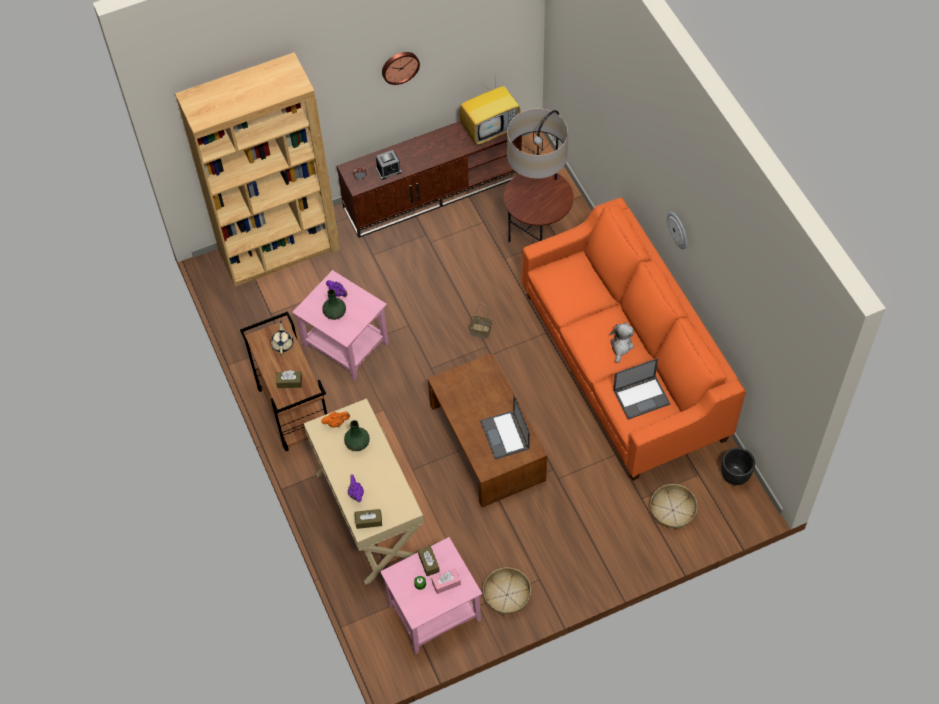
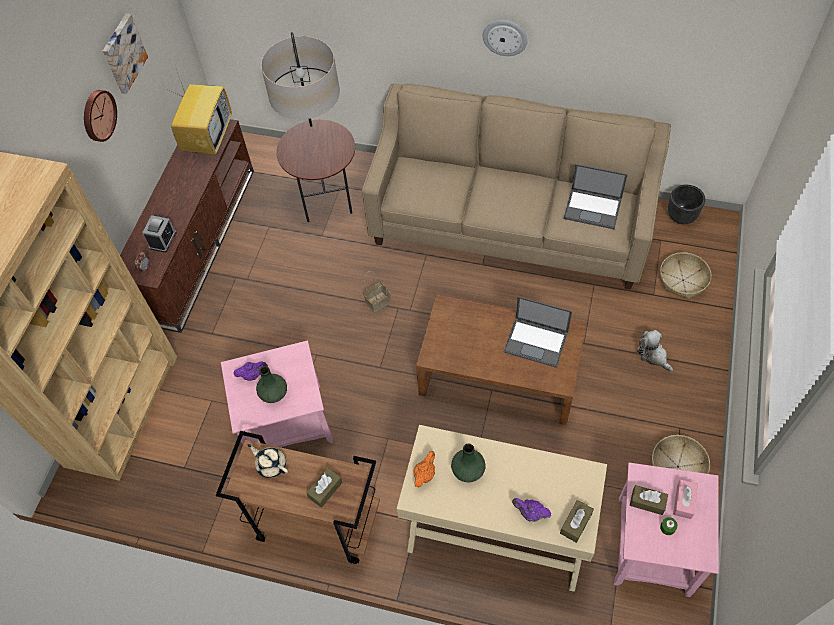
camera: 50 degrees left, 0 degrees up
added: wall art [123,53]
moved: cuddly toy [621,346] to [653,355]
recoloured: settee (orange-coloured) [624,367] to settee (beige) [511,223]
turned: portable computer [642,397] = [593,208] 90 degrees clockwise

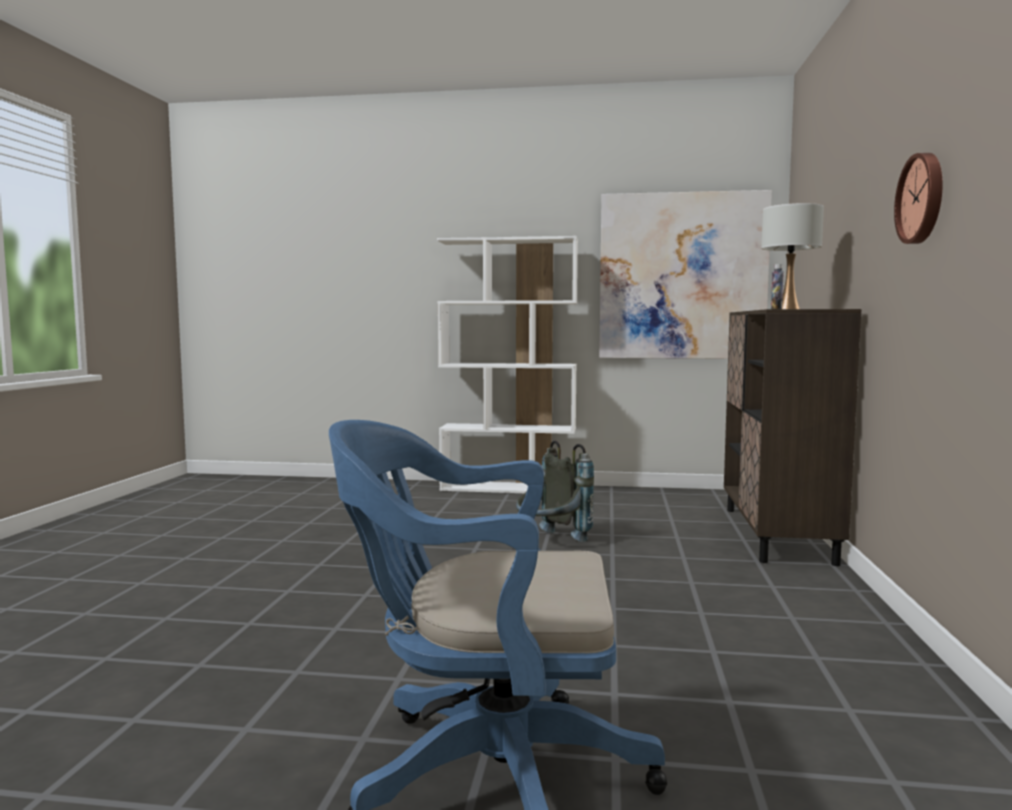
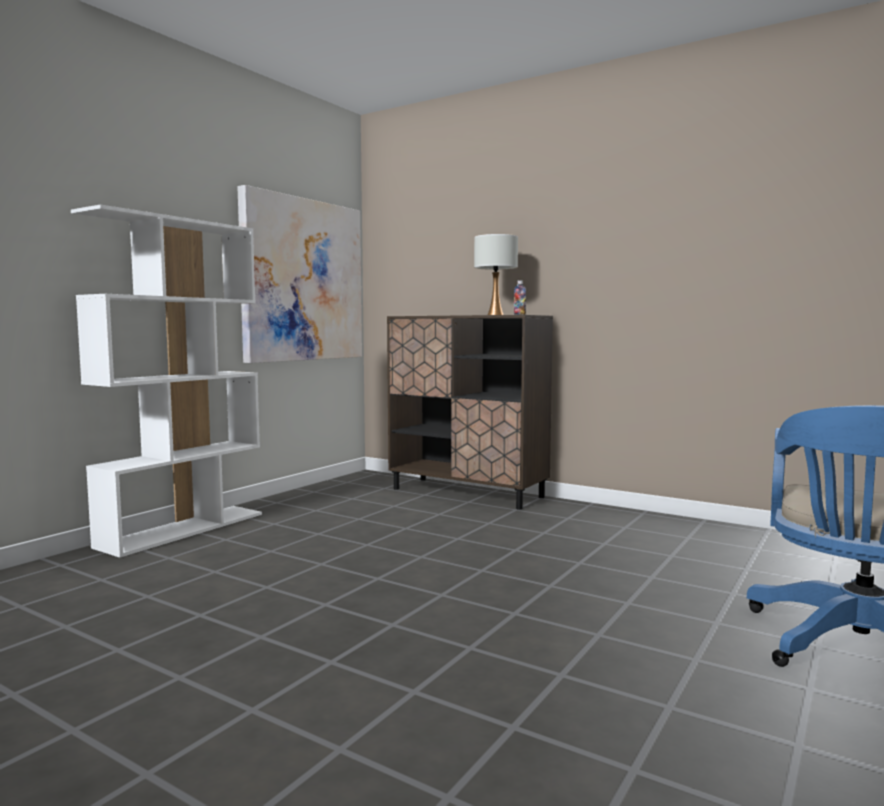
camera: 65 degrees left, 0 degrees up
removed: rucksack (greyish) [551,540]; clock on the wall [922,198]

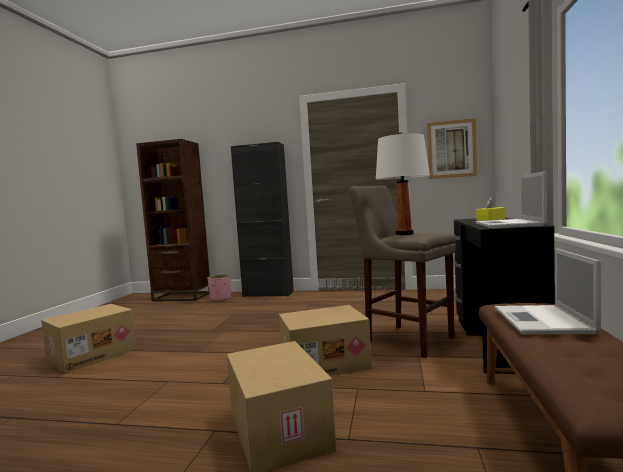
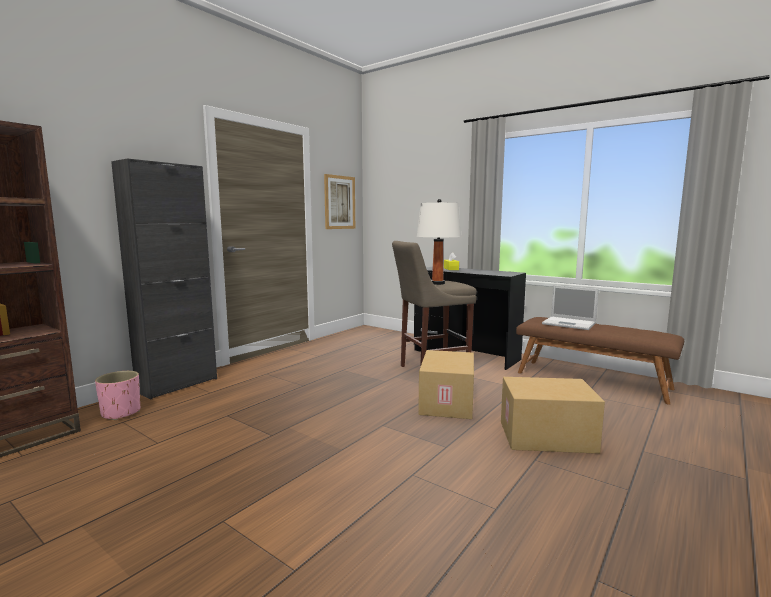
camera: 65 degrees left, 5 degrees up
removed: carton [92,355]; portable computer [509,224]

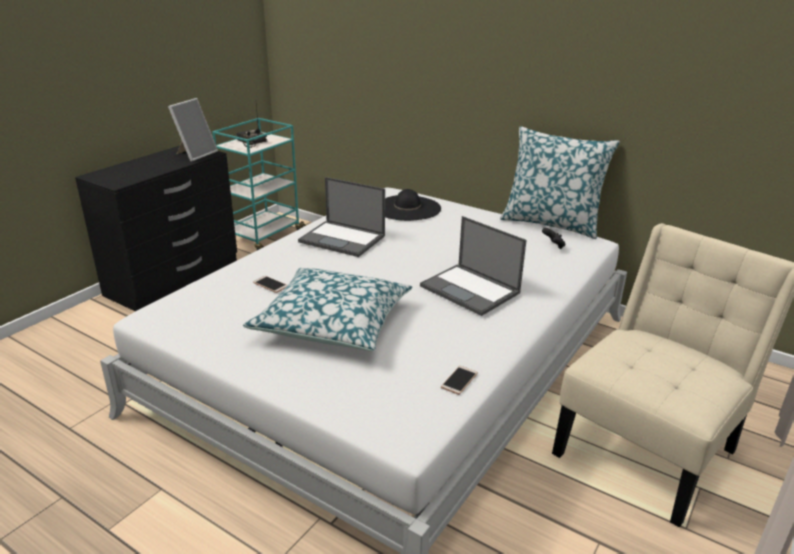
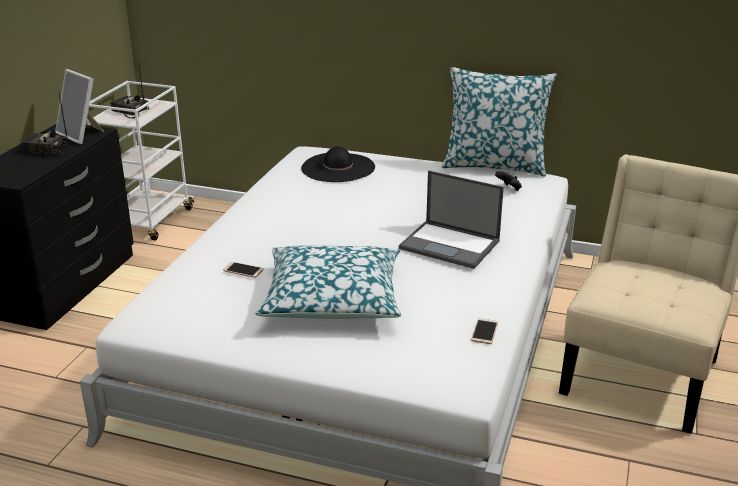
camera: 15 degrees left, 0 degrees up
removed: portable computer [343,239]
added: radio set [45,150]
recoloured: cart (turquoise) [263,237] to cart (white-coloured) [148,221]
turned: picture frame [195,154] = [82,135] 120 degrees clockwise

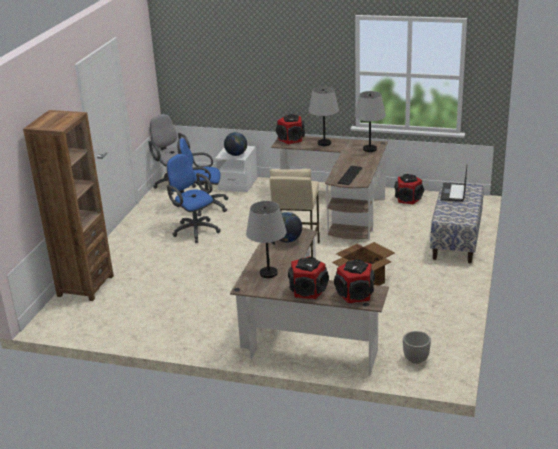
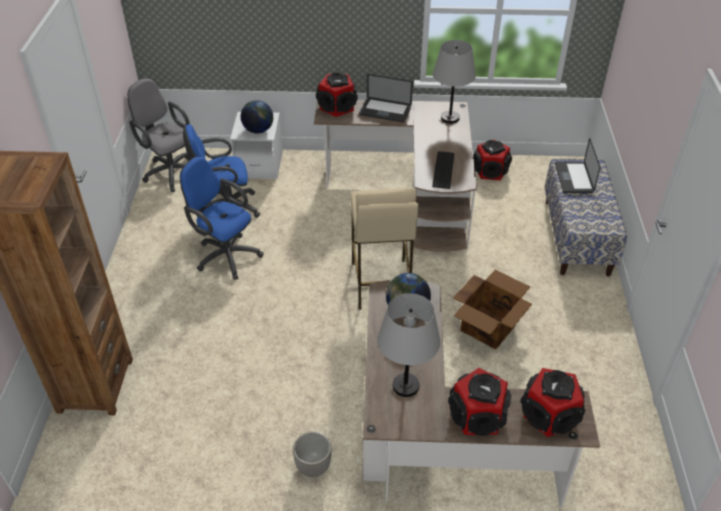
camera: 15 degrees left, 15 degrees up
moved: flower pot [416,359] to [314,467]
replaced: tabletop lamp (greyish) [324,143] to portable computer [385,111]

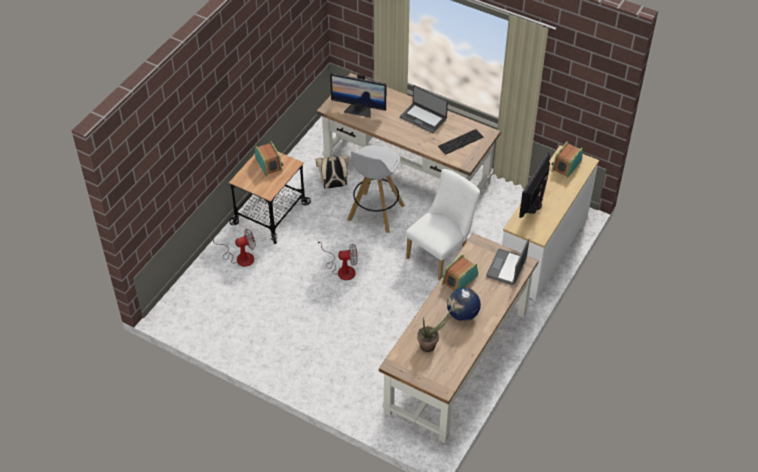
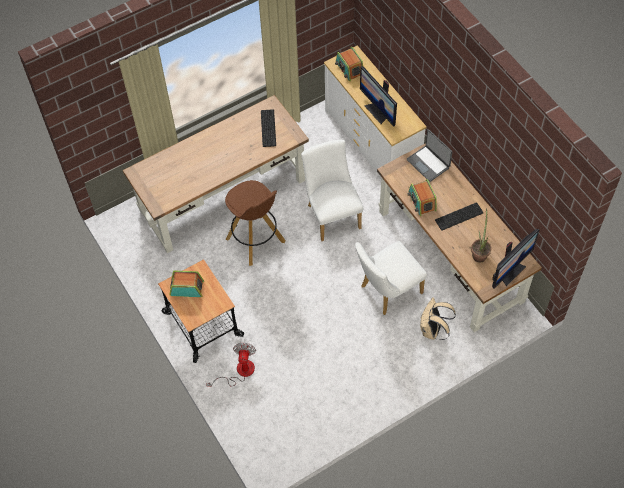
camera: 60 degrees left, 10 degrees up
removed: electric fan [342,269]; portable computer [423,118]
added: plain chair (white-coloured) [387,291]
moved: rucksack (beige) [334,185] to [432,330]; monitor [359,110] to [510,271]
replaced: desk globe [462,314] to PC keyboard [460,217]
recoloured: stool seat (white-coloured) [375,213] to stool seat (brown) [256,241]

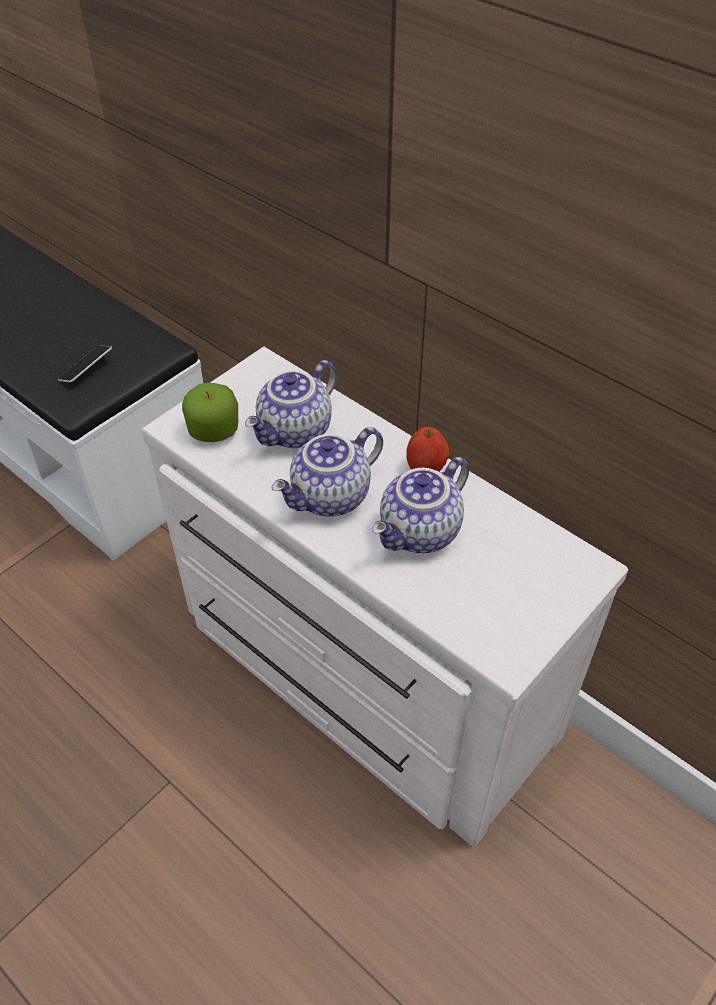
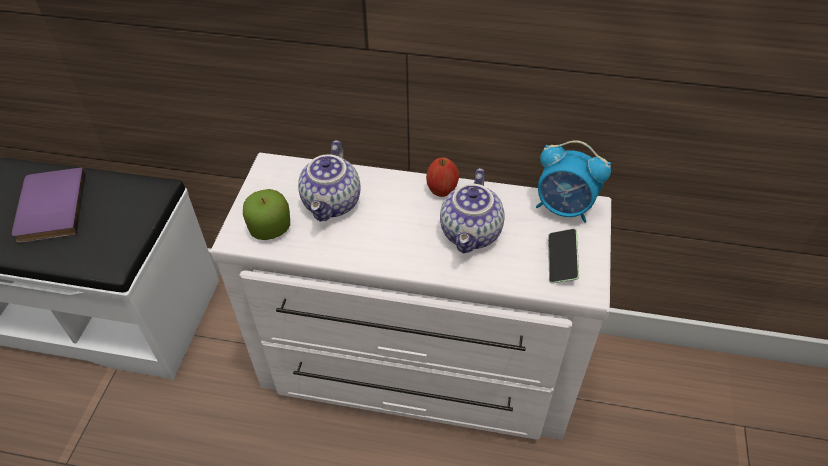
camera: 30 degrees left, 0 degrees up
removed: pot for tea [331,498]
added: bound book (purplish) [49,208]; alarm clock [564,208]
moved: handset [87,370] to [561,261]

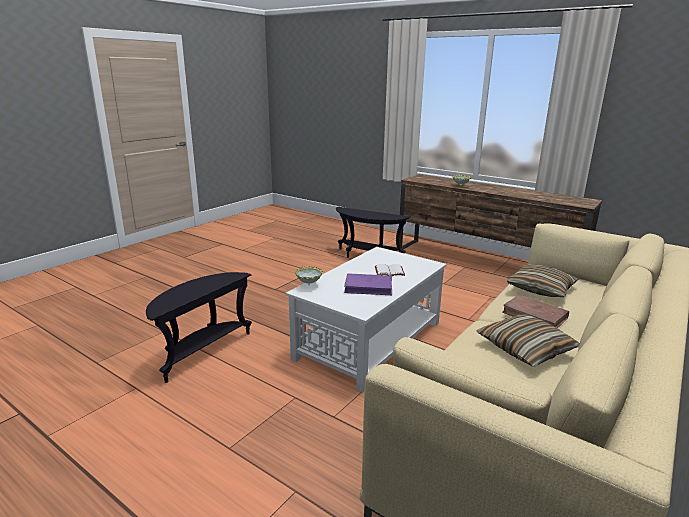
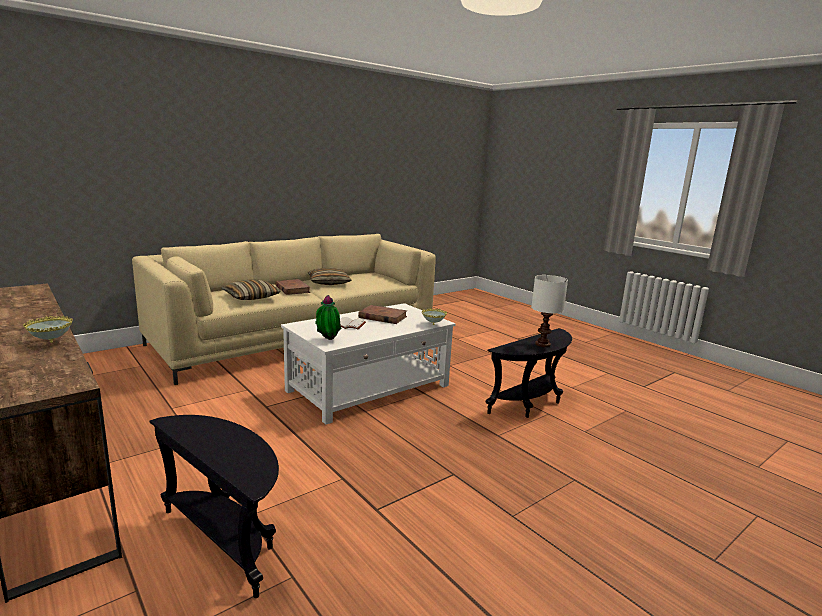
camera: 165 degrees left, 5 degrees down
added: plant in a pot [327,340]; tabletop lamp (white-coloured) [542,344]
recoloured: bound book (purplish) [369,287] to bound book (brown) [382,317]

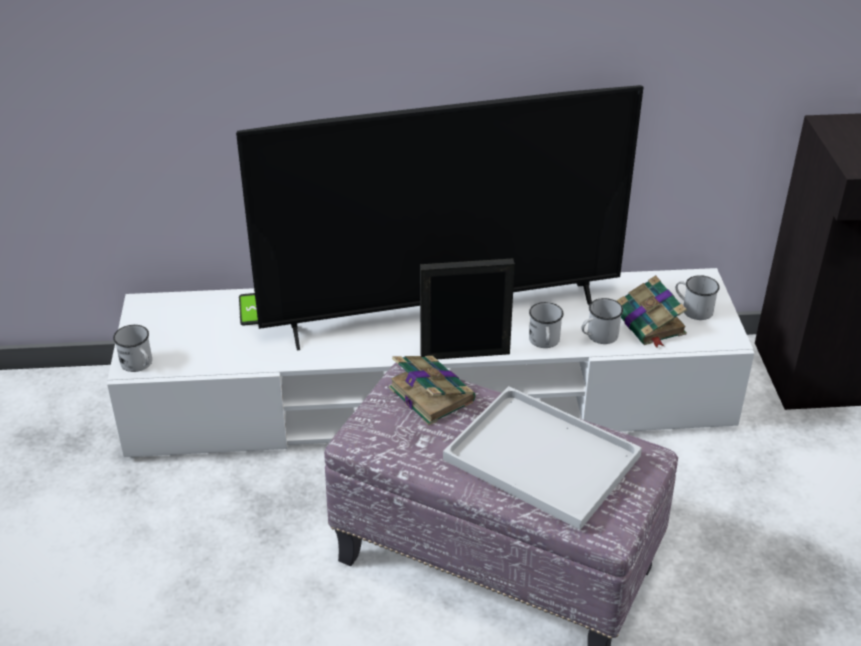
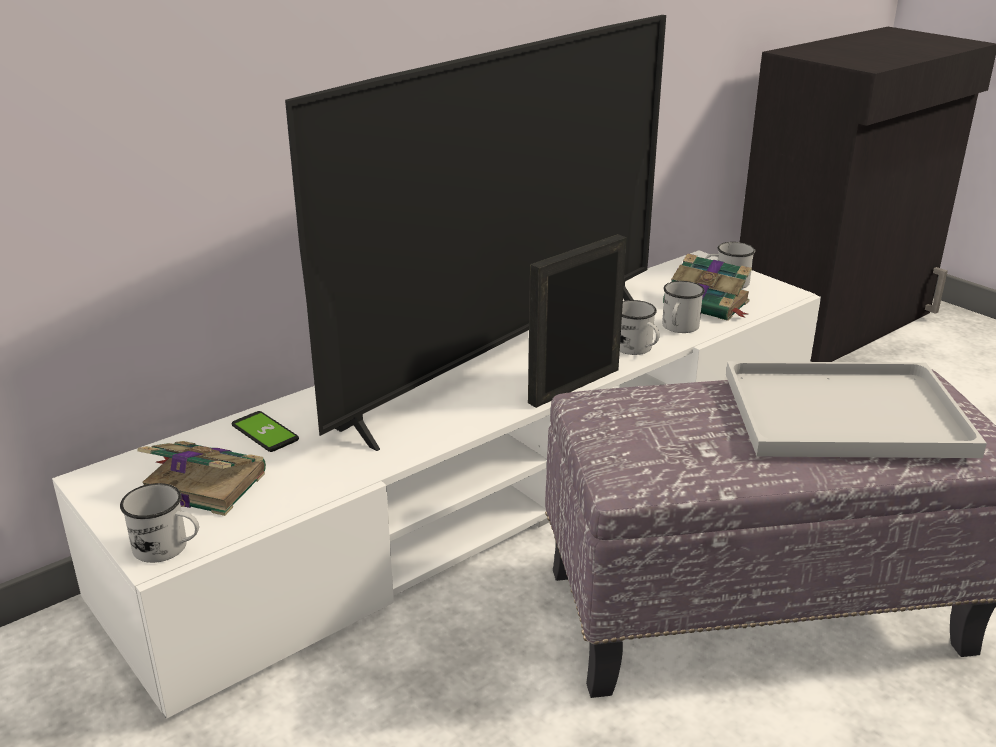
camera: 35 degrees left, 10 degrees down
moved: bound book [430,393] to [202,484]

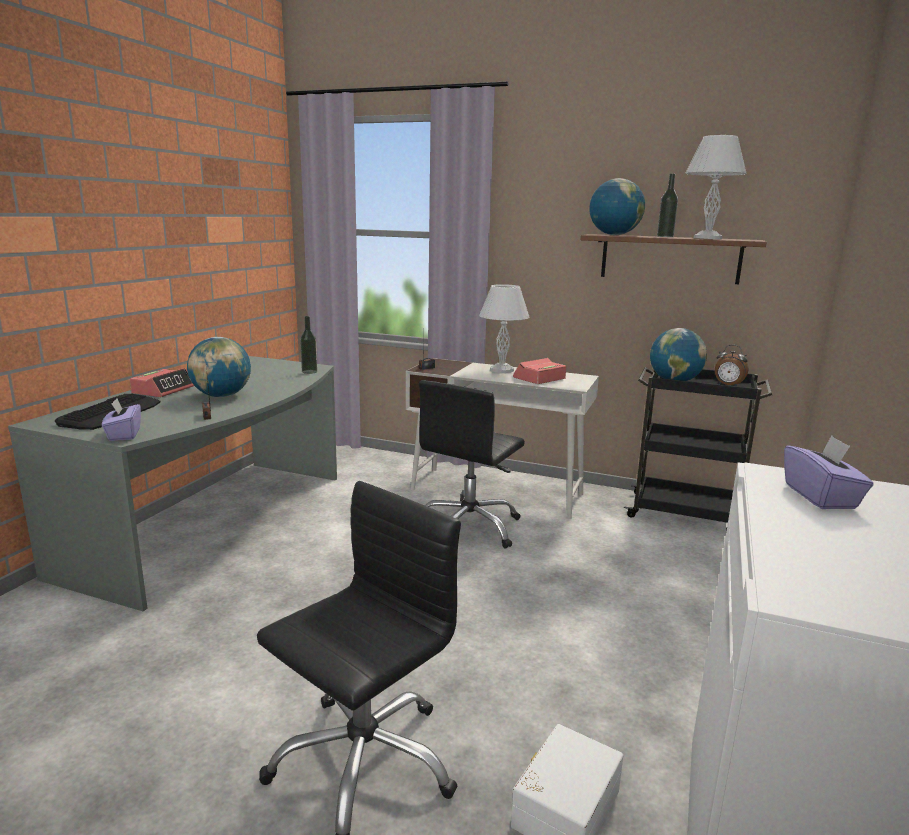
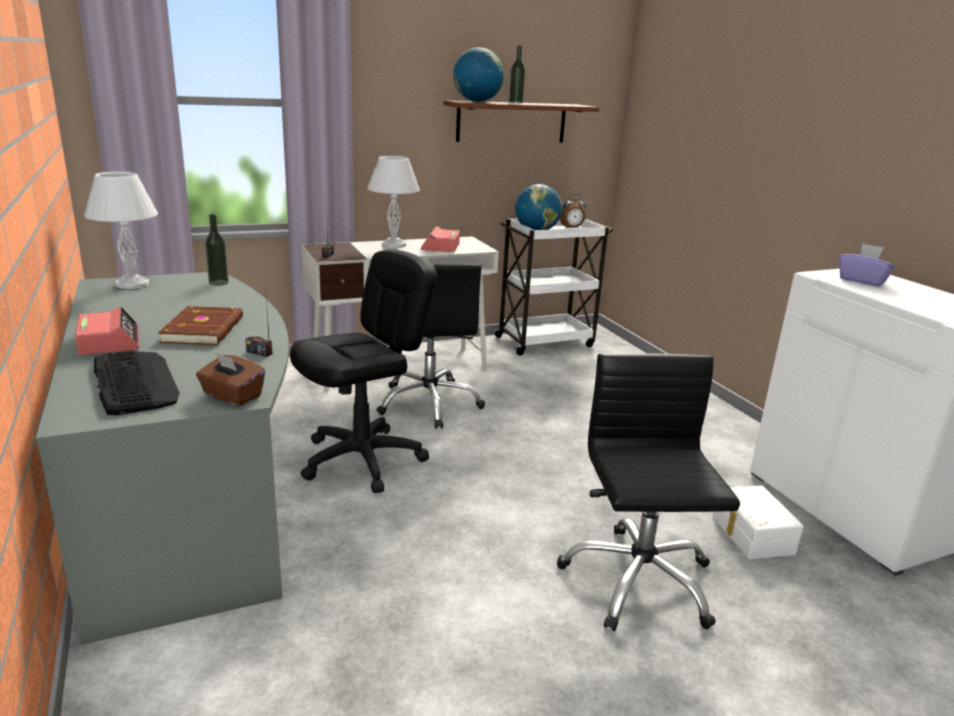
camera: 45 degrees left, 5 degrees up
added: office chair (blackish) [363,459]
moved: tabletop lamp (white-coloured) [706,238] to [131,284]
replaced: desk globe [221,396] to bound book (brown) [205,329]
recoloured: tissue holder (purplish) [124,434] to tissue holder (brown) [232,396]; cart (blackish) [685,513] to cart (white-coloured) [546,341]

